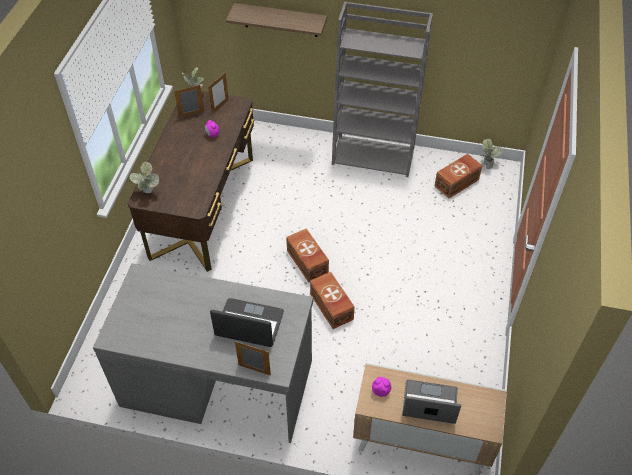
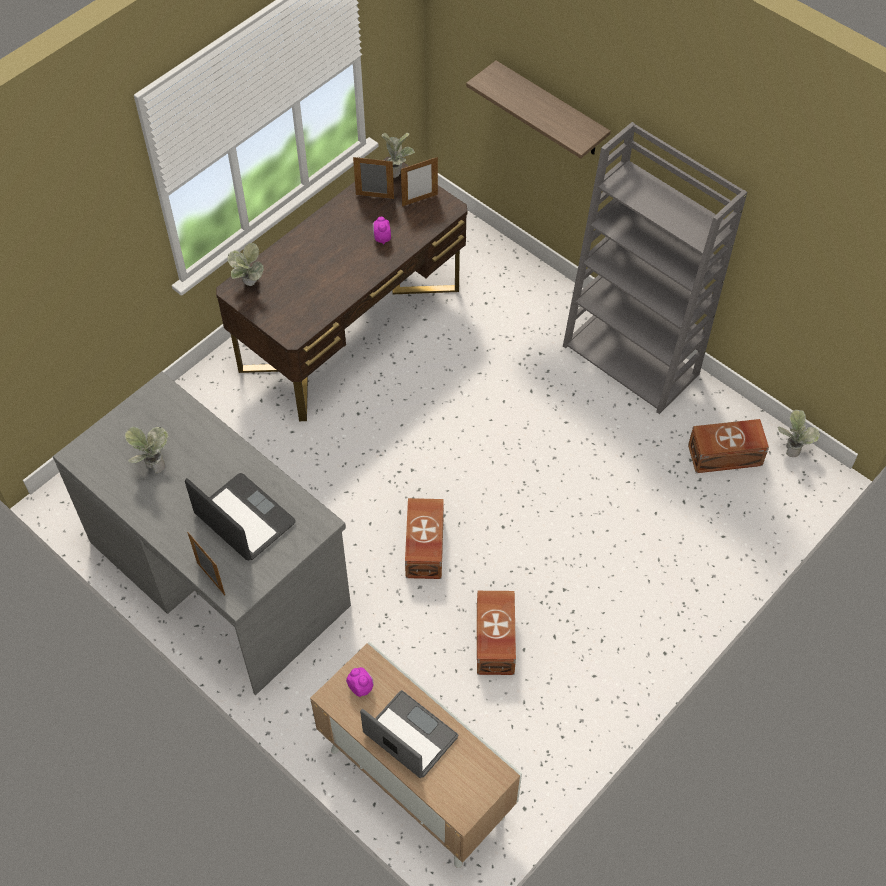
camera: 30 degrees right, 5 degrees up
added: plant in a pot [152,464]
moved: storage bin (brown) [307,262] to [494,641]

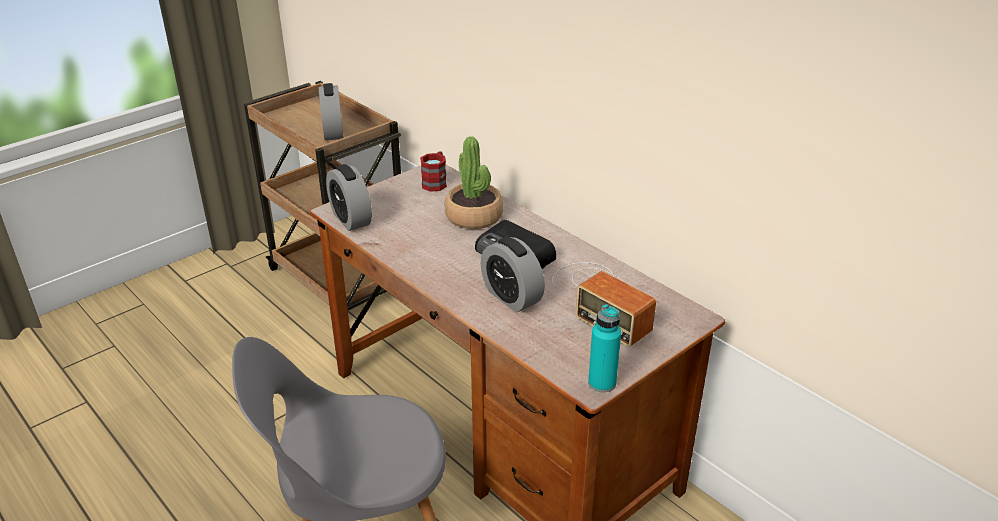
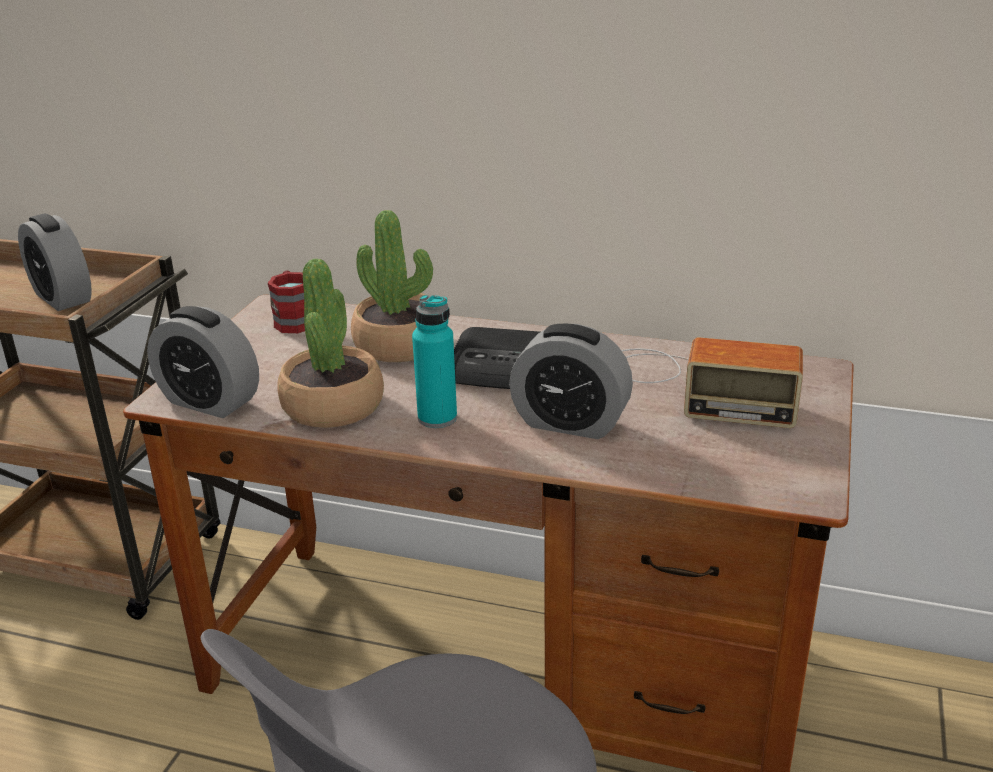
camera: 30 degrees left, 5 degrees down
added: plant in a pot [333,406]
moved: beverage bottle (turquoise) [602,383] to [437,418]

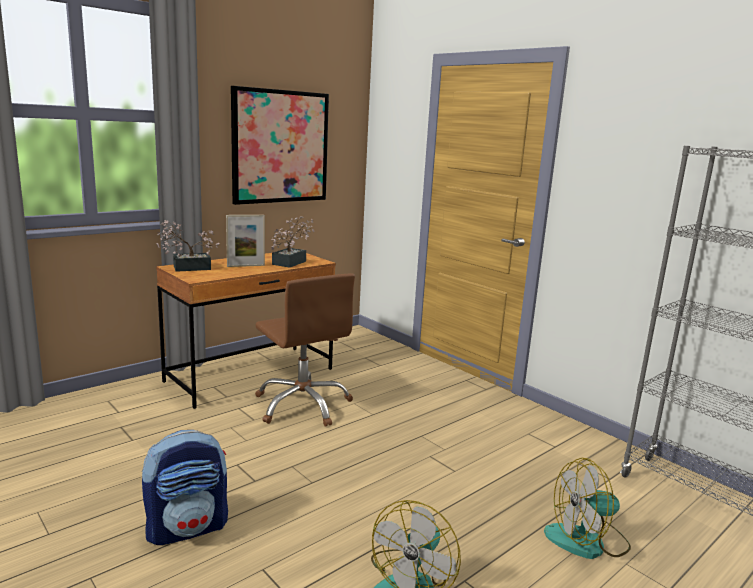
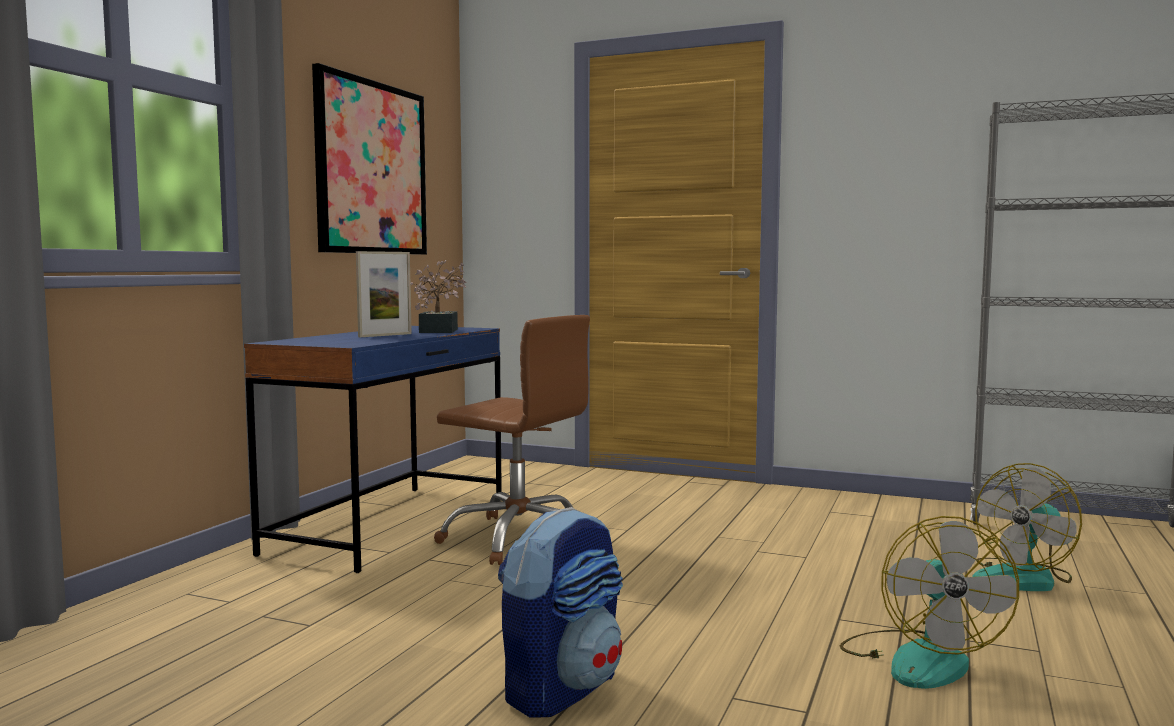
camera: 25 degrees left, 10 degrees down
removed: plant in a pot [187,268]
recoloured: desk (brown) [251,375] to desk (blue-coloured) [391,525]

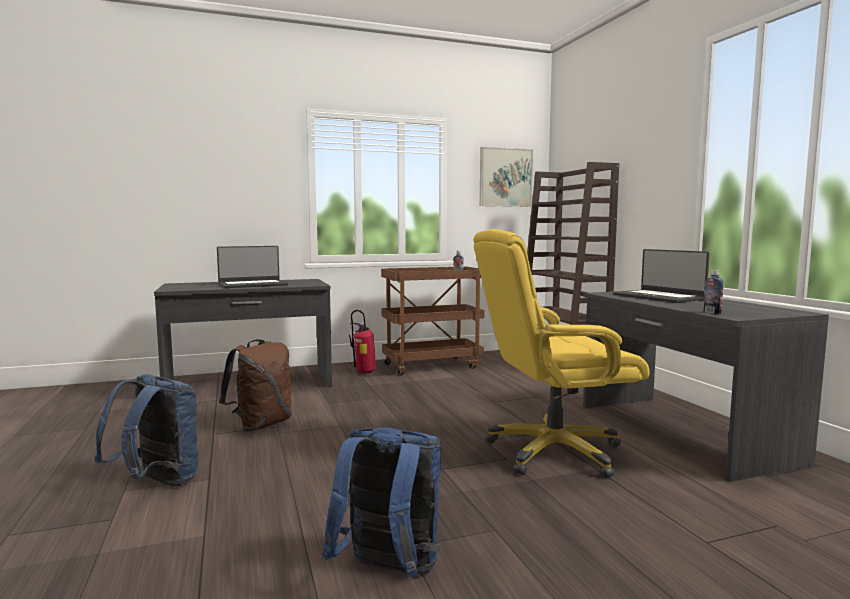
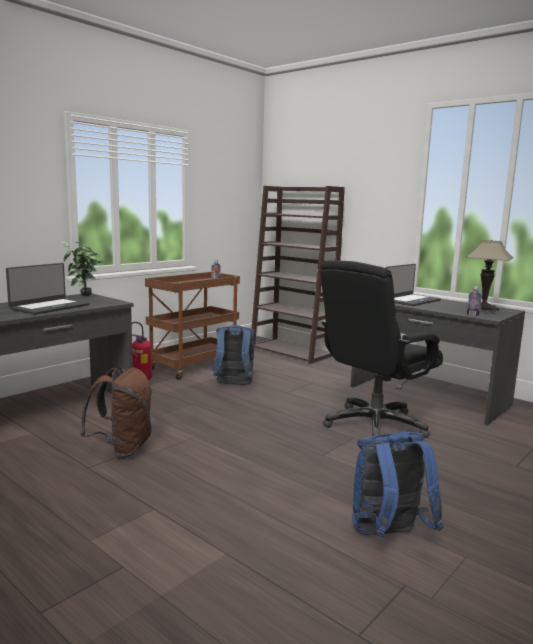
camera: 30 degrees left, 5 degrees up
removed: wall art [505,177]
added: plant in a pot [84,296]; tabletop lamp [483,310]
moved: rucksack (blue-coloured) [157,483] to [233,385]
recoloured: office chair (yellowish) [553,452] to office chair (blackish) [374,426]
turned: portable computer [659,297] = [411,300] 75 degrees counterclockwise

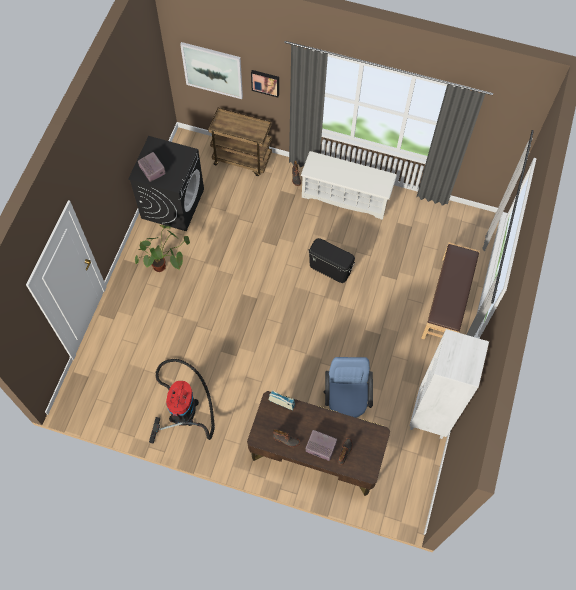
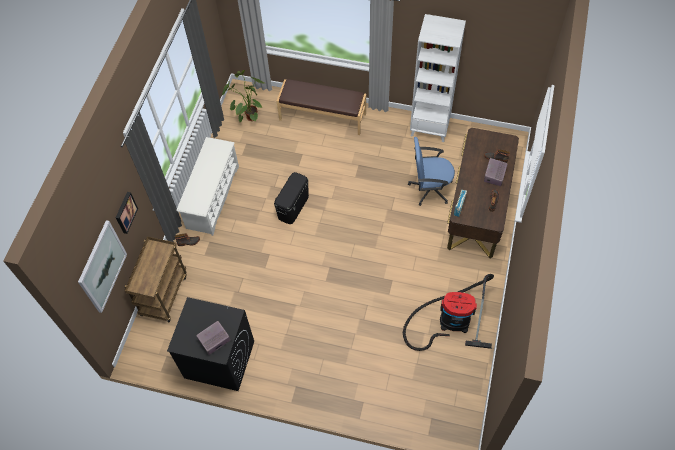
camera: 90 degrees left, 5 degrees down
moved: plant in a pot [164,263] to [248,114]

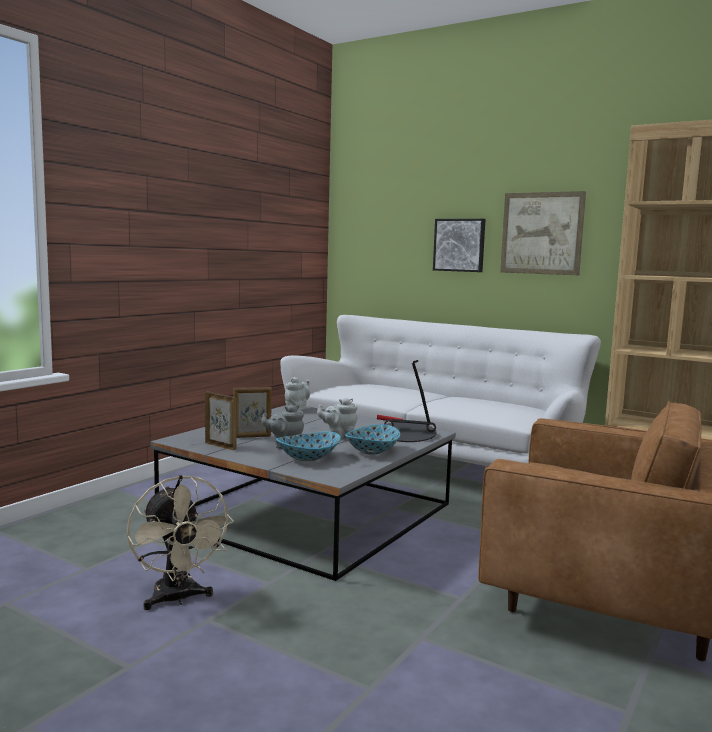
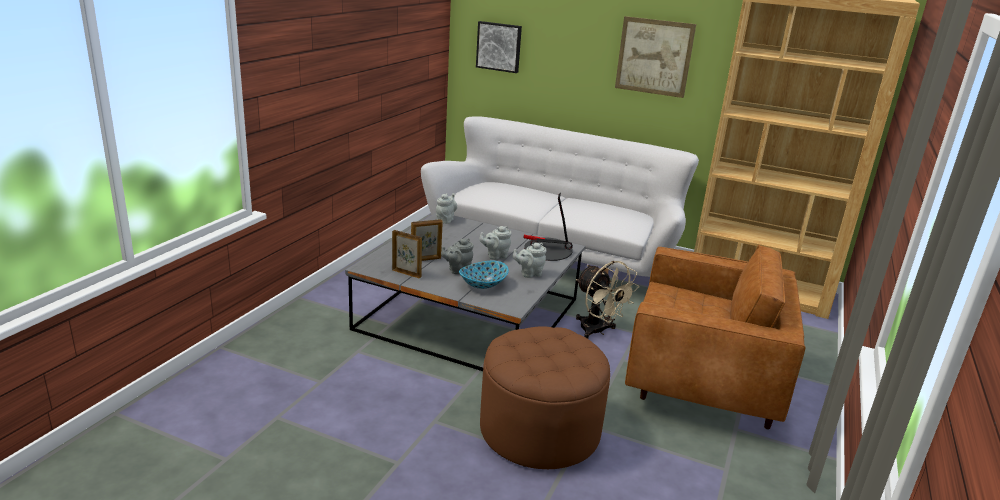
camera: 10 degrees left, 15 degrees up
added: footrest (brown) [539,430]
moved: wall art [459,245] to [499,46]; electric fan (beige) [177,599] to [597,331]
replaced: bowl [372,451] to pot for tea (greyish) [529,274]

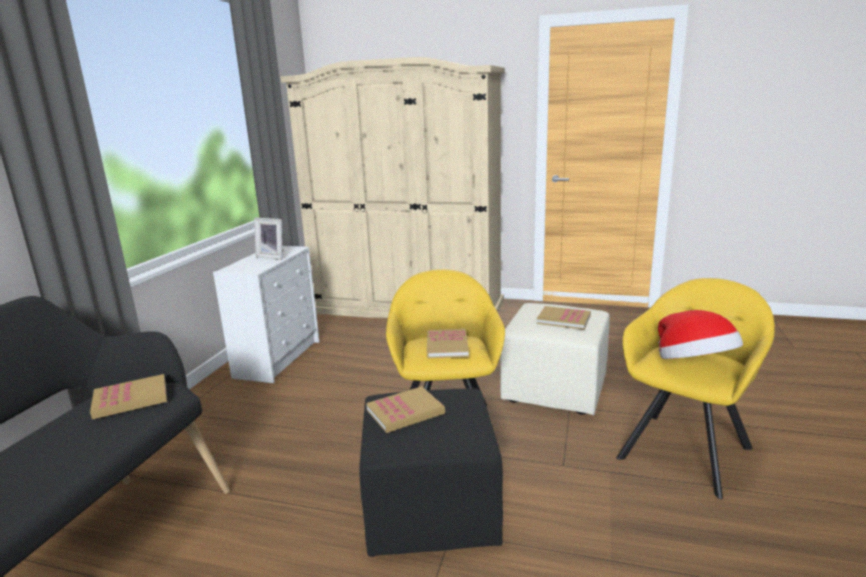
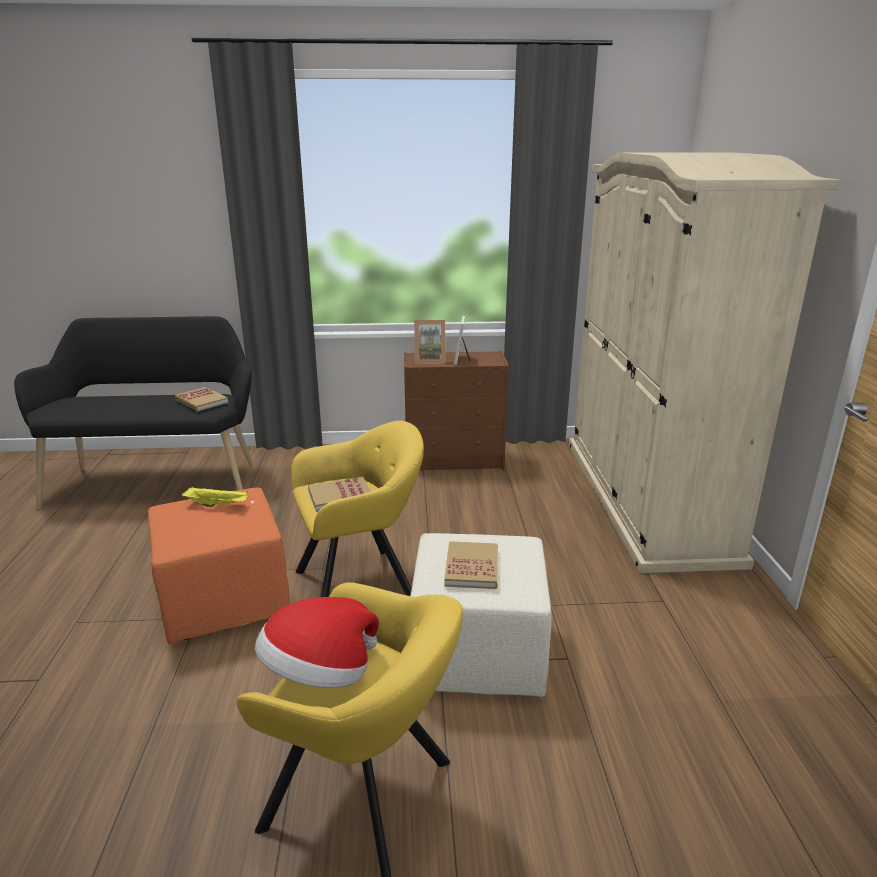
camera: 70 degrees right, 5 degrees up
added: picture frame [429,360]
replaced: bound book [405,412] to serving tray (yellowish) [218,505]
recoloured: footrest (blackish) [430,510] to footrest (orange-coloured) [226,600]; dresser (white-coloured) [279,358] to dresser (brown) [455,461]

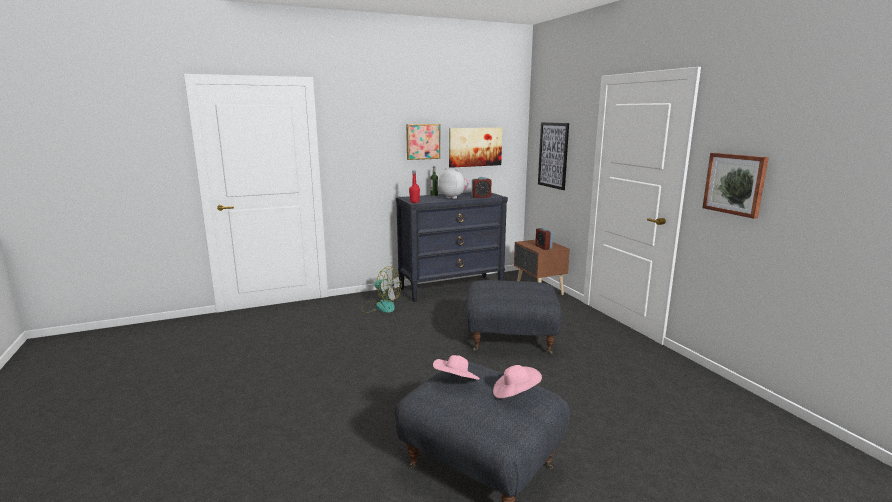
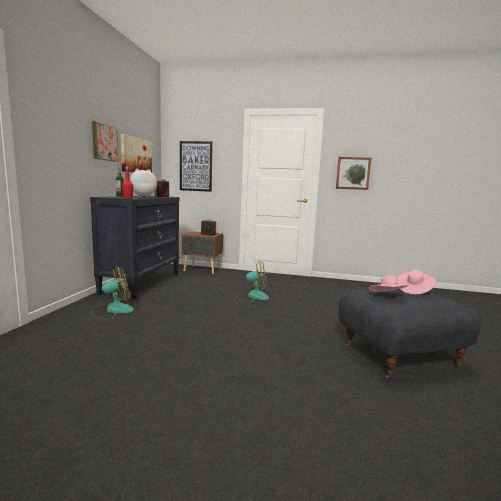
camera: 55 degrees left, 5 degrees down
replaced: footrest (greyish) [511,339] to electric fan [252,296]

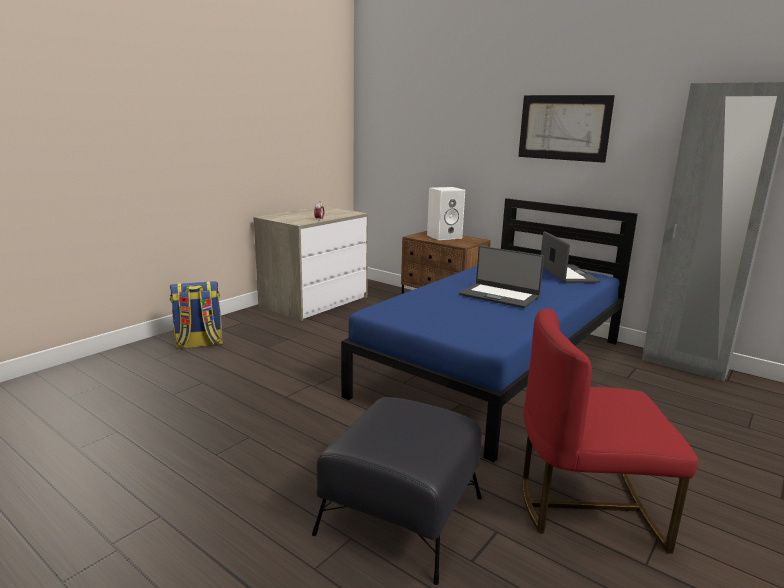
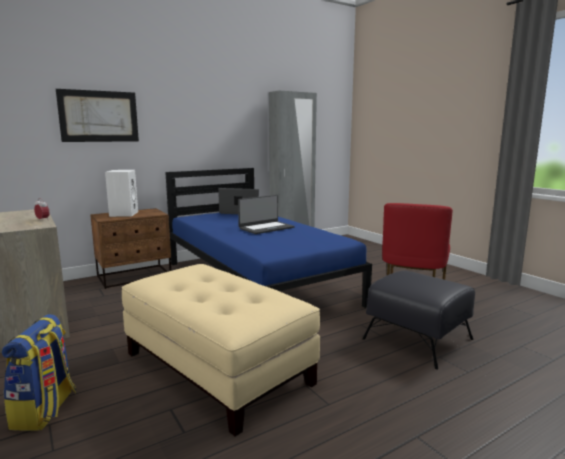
camera: 70 degrees left, 5 degrees down
added: footrest (beige) [215,368]
moved: wall art [563,127] to [99,116]

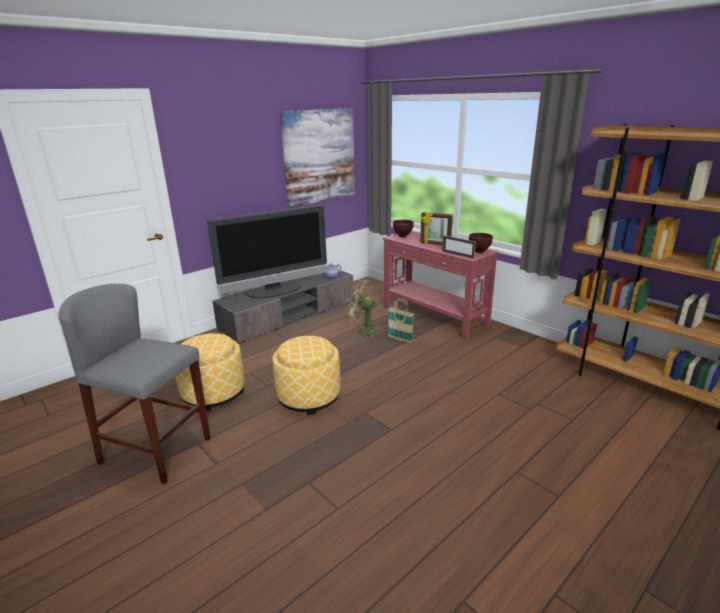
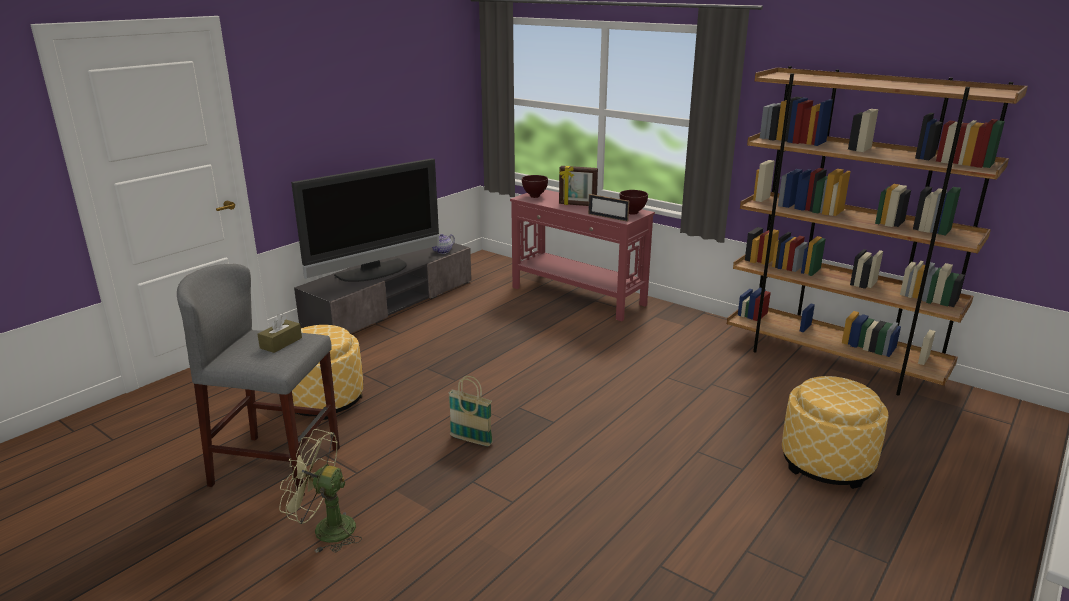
camera: 10 degrees left, 0 degrees up
removed: wall art [319,156]
added: tissue holder (brown) [281,343]
moved: electric fan (green-coloured) [363,330] to [325,529]; basket [400,339] to [471,440]; footrest [309,397] to [826,462]

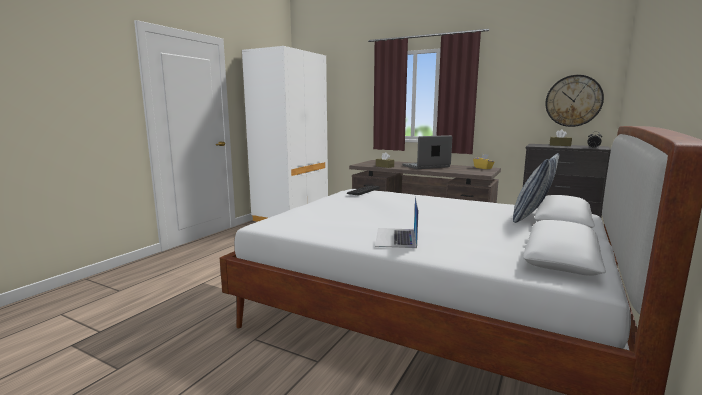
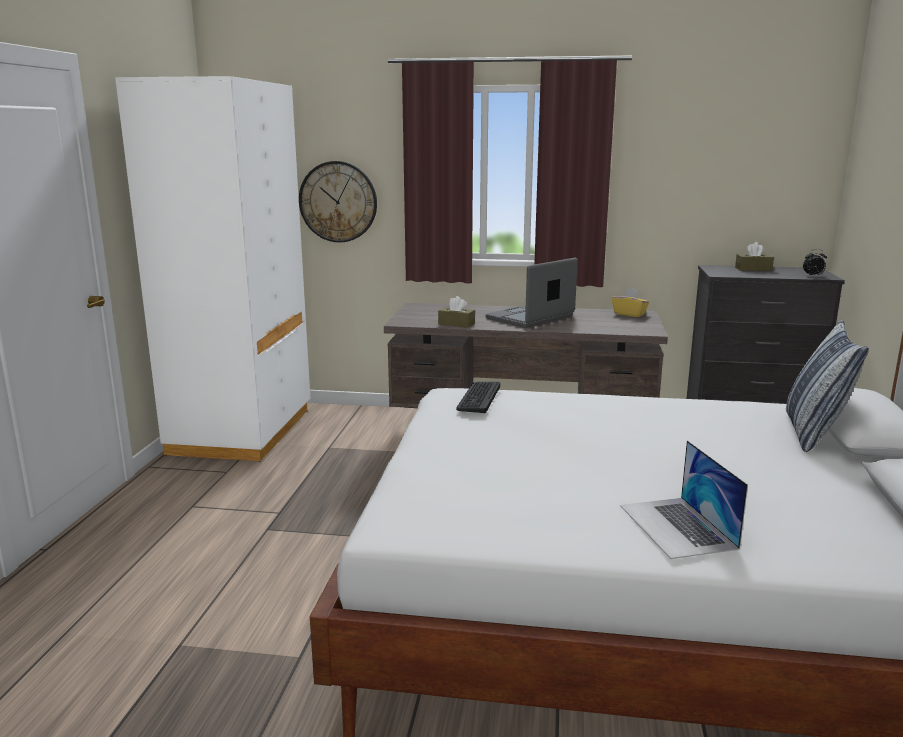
camera: 20 degrees left, 5 degrees up
moved: clock on the wall [573,101] to [338,202]

